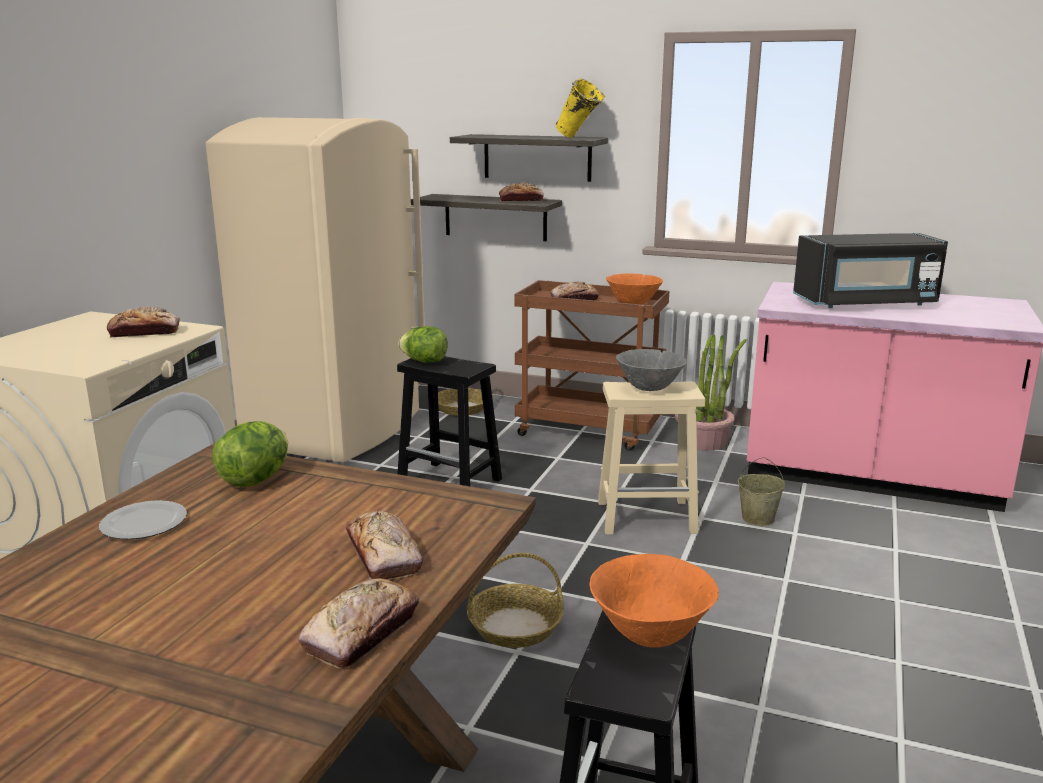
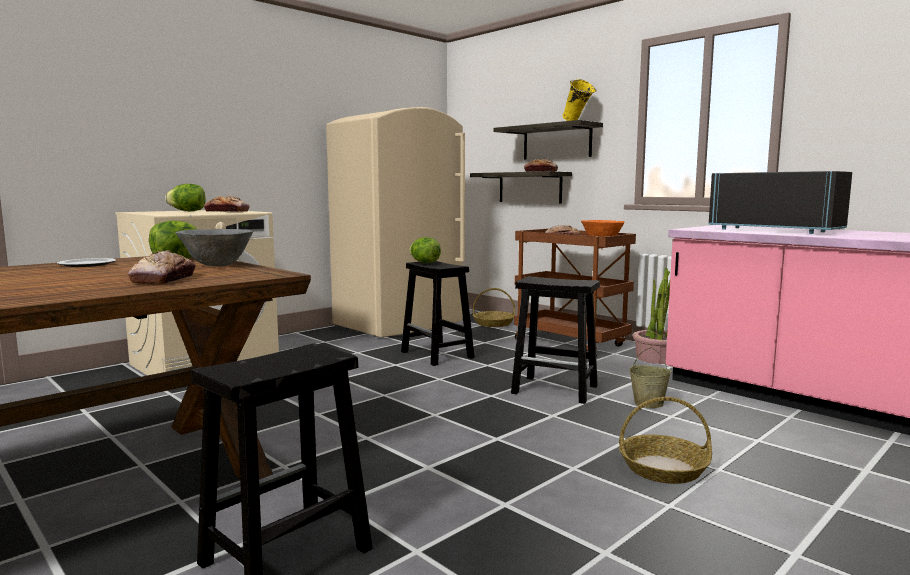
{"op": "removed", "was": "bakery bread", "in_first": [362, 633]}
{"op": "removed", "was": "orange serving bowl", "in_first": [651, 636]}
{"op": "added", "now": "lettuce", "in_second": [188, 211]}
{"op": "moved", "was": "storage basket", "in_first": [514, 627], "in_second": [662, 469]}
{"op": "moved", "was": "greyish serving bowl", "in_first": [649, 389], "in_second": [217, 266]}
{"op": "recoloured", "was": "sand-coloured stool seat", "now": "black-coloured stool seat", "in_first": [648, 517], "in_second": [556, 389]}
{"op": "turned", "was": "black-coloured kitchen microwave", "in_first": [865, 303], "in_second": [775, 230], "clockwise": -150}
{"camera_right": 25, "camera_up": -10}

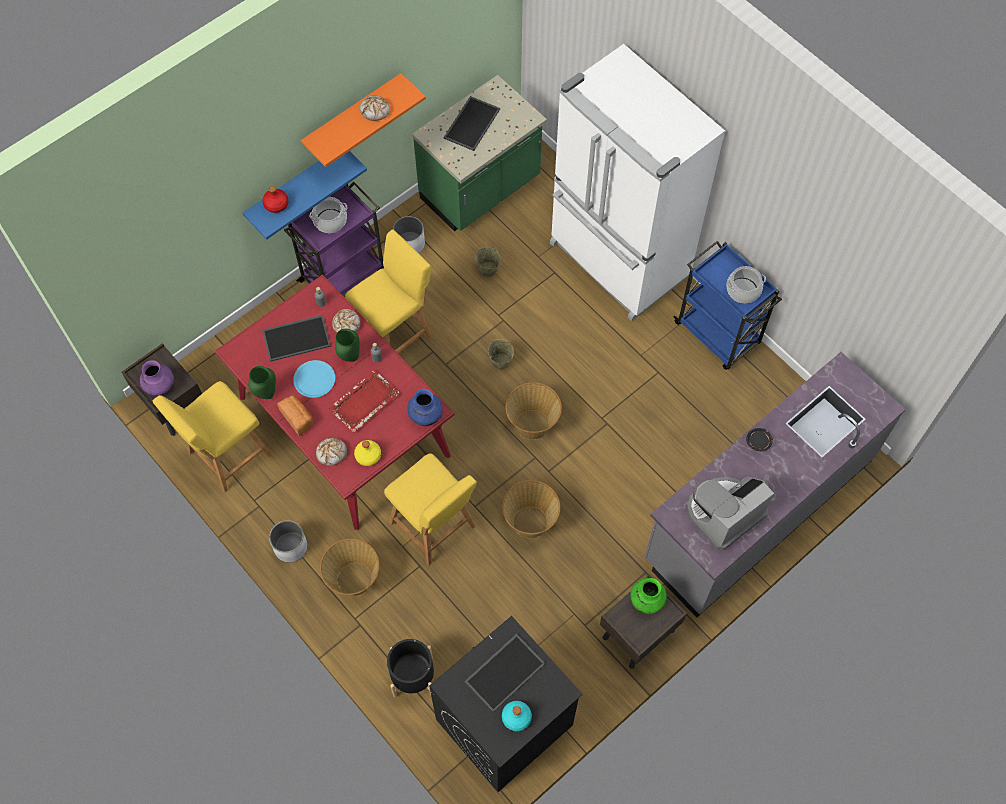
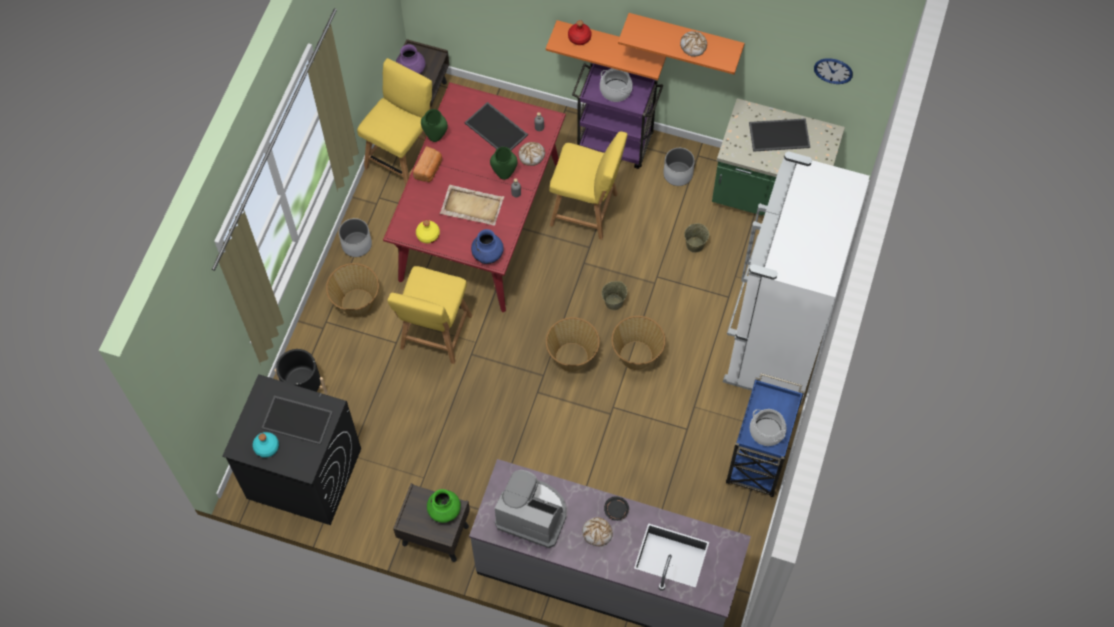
{"op": "removed", "was": "blue-coloured flat dish", "in_first": [314, 379]}
{"op": "added", "now": "clock on the wall", "in_second": [833, 70]}
{"op": "moved", "was": "bakery bread", "in_first": [331, 453], "in_second": [597, 533]}
{"op": "moved", "was": "storage basket", "in_first": [530, 521], "in_second": [637, 355]}
{"op": "recoloured", "was": "blue-coloured shelf", "now": "orange shelf", "in_first": [295, 187], "in_second": [611, 43]}
{"op": "recoloured", "was": "reddish tray", "now": "sand-coloured tray", "in_first": [364, 402], "in_second": [471, 206]}
{"op": "turned", "was": "yellowish chair", "in_first": [226, 456], "in_second": [403, 157], "clockwise": 105}
{"camera_right": 60, "camera_up": 0}

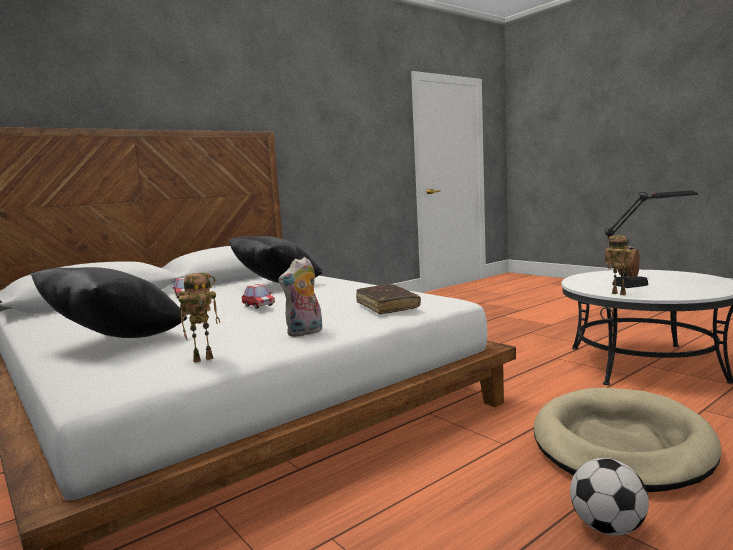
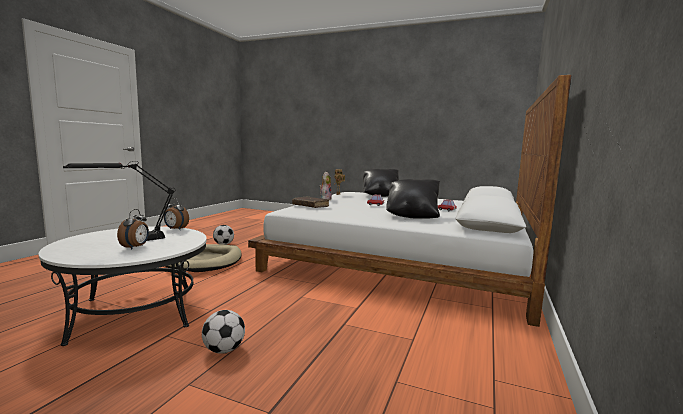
{"op": "added", "now": "ball for football", "in_second": [224, 350]}
{"op": "replaced", "was": "model robot", "now": "bedside clock", "in_first": [617, 294], "in_second": [175, 229]}
{"camera_right": 150, "camera_up": 0}

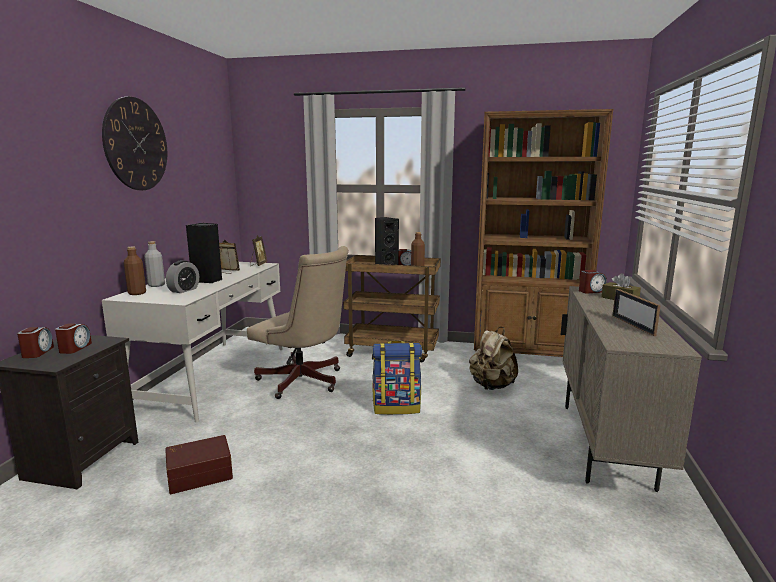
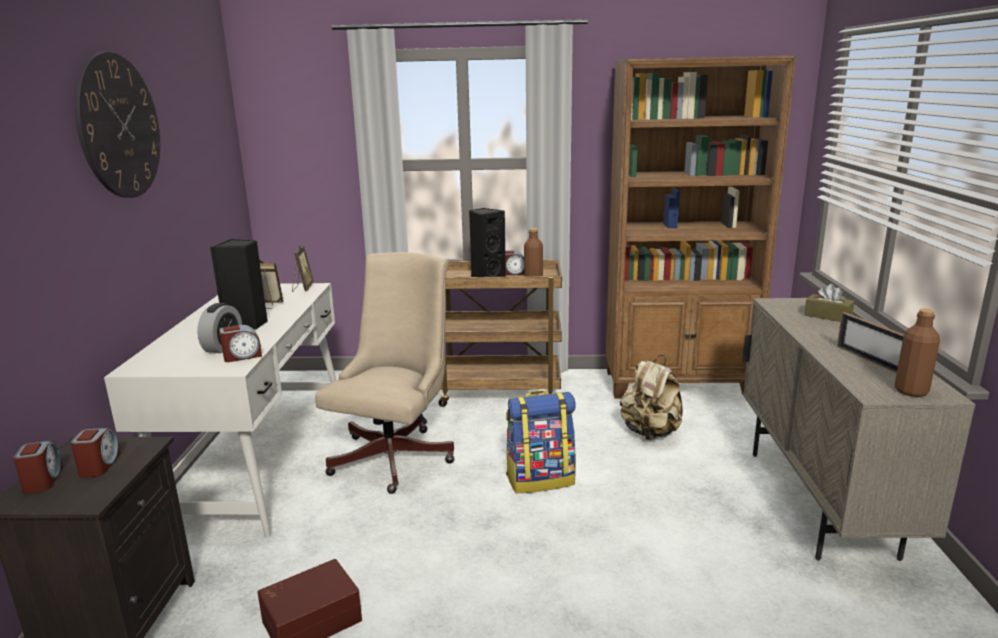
{"op": "removed", "was": "greyish beverage bottle", "in_first": [156, 285]}
{"op": "moved", "was": "brown-coloured beverage bottle", "in_first": [137, 293], "in_second": [911, 391]}
{"op": "moved", "was": "bedside clock", "in_first": [591, 291], "in_second": [242, 356]}
{"op": "turned", "was": "sand-coloured desk chair", "in_first": [304, 382], "in_second": [397, 455], "clockwise": -90}
{"camera_right": -10, "camera_up": 5}

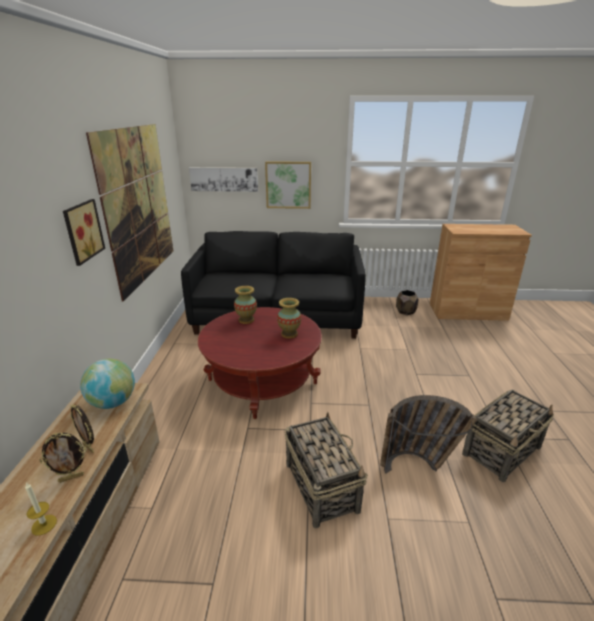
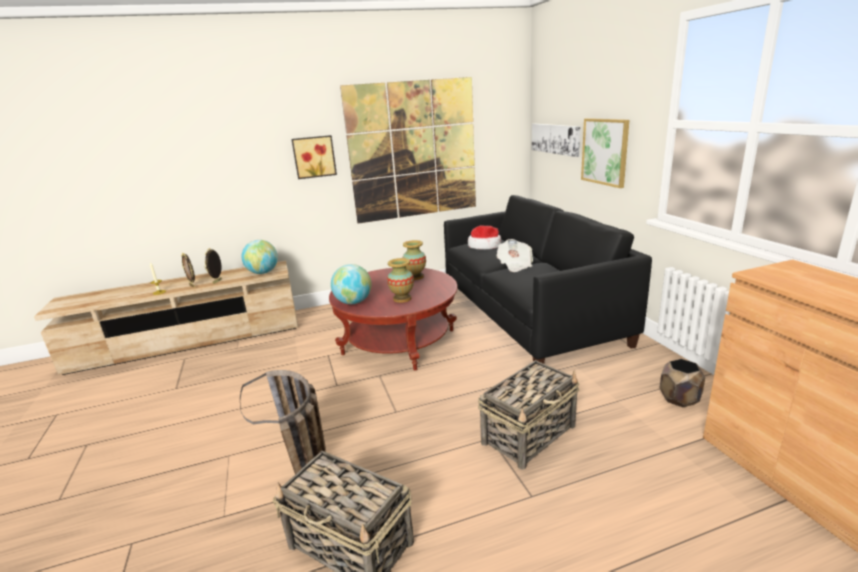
{"op": "added", "now": "desk globe", "in_second": [353, 302]}
{"op": "added", "now": "wearable hat", "in_second": [484, 246]}
{"op": "added", "now": "printed paper", "in_second": [514, 265]}
{"op": "moved", "was": "storage basket", "in_first": [321, 486], "in_second": [529, 434]}
{"camera_right": 70, "camera_up": -5}

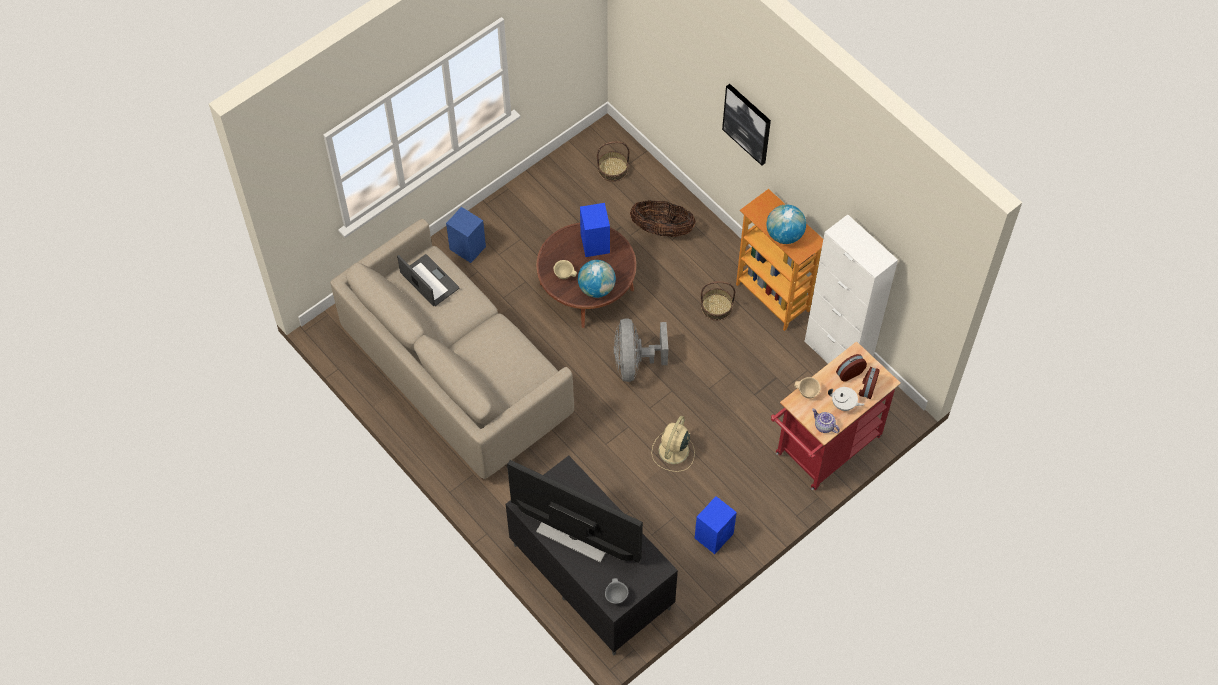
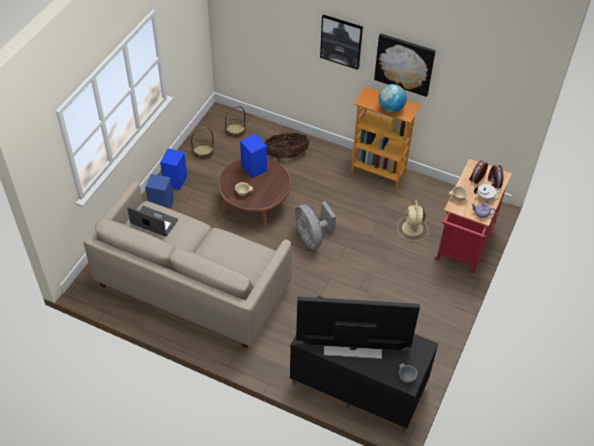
{"op": "removed", "was": "desk globe", "in_first": [596, 288]}
{"op": "removed", "was": "white cupboard", "in_first": [837, 354]}
{"op": "added", "now": "wall picture", "in_second": [404, 64]}
{"op": "moved", "was": "sand-coloured electric fan", "in_first": [673, 451], "in_second": [412, 229]}
{"op": "moved", "was": "blue-coloured loudspeaker", "in_first": [714, 535], "in_second": [175, 180]}
{"op": "moved", "was": "storage basket", "in_first": [716, 307], "in_second": [203, 152]}
{"camera_right": -25, "camera_up": -10}

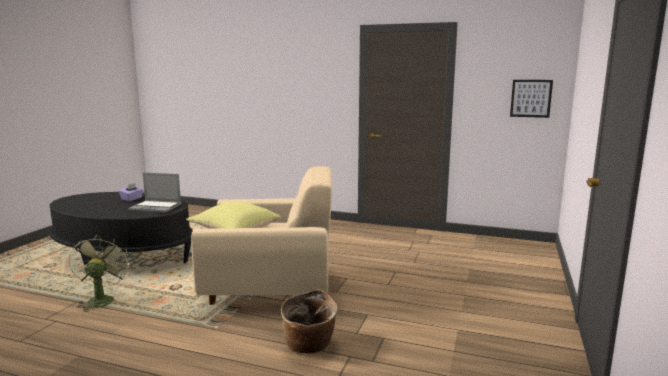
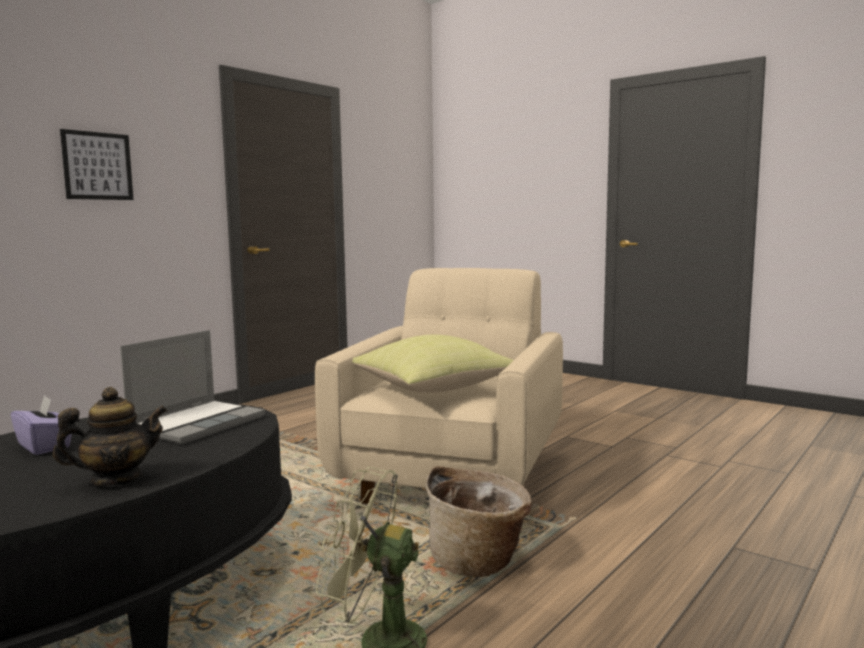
{"op": "added", "now": "tea pot", "in_second": [116, 480]}
{"op": "moved", "was": "storage basket", "in_first": [309, 346], "in_second": [478, 561]}
{"op": "moved", "was": "wall picture", "in_first": [531, 98], "in_second": [97, 166]}
{"camera_right": -70, "camera_up": -5}

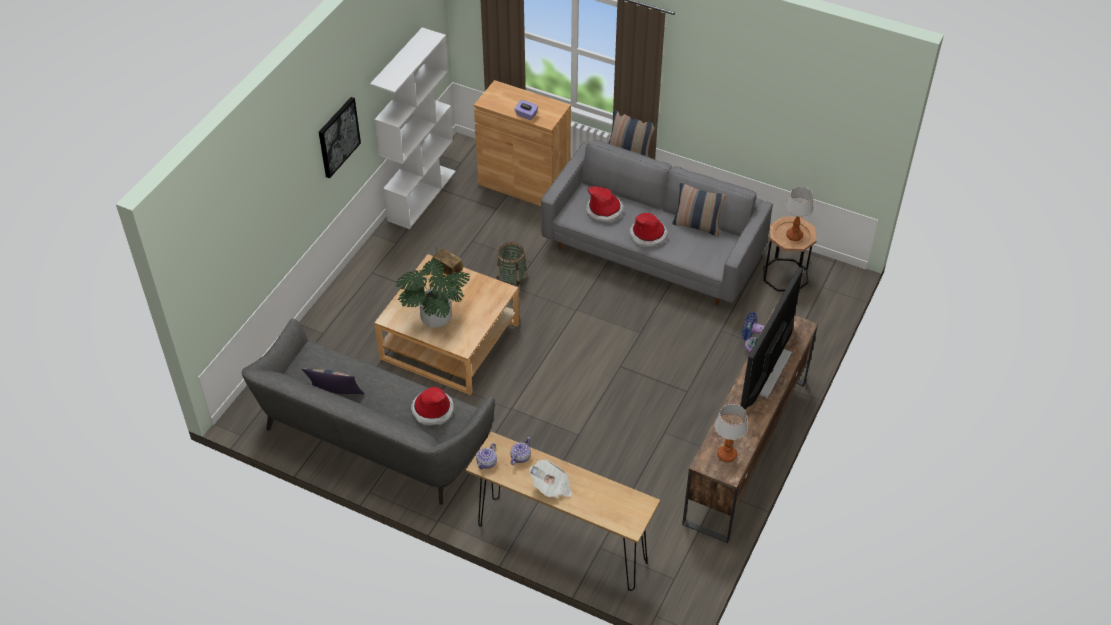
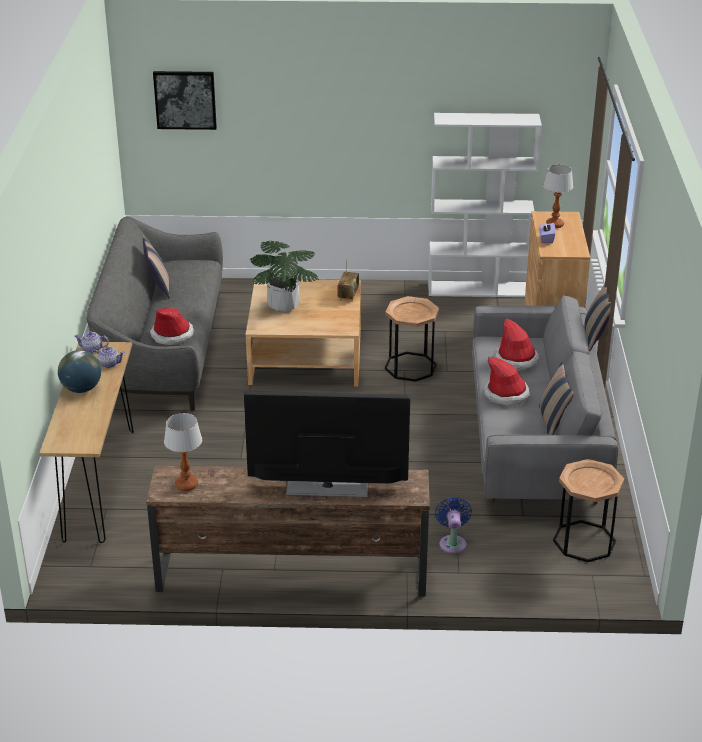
{"op": "moved", "was": "wall picture", "in_first": [338, 137], "in_second": [185, 99]}
{"op": "moved", "was": "table lamp", "in_first": [794, 236], "in_second": [554, 225]}
{"op": "replaced", "was": "storage basket", "now": "brown-coloured side table", "in_first": [511, 281], "in_second": [410, 367]}
{"op": "replaced", "was": "printed paper", "now": "desk globe", "in_first": [551, 487], "in_second": [82, 389]}
{"camera_right": 65, "camera_up": -15}

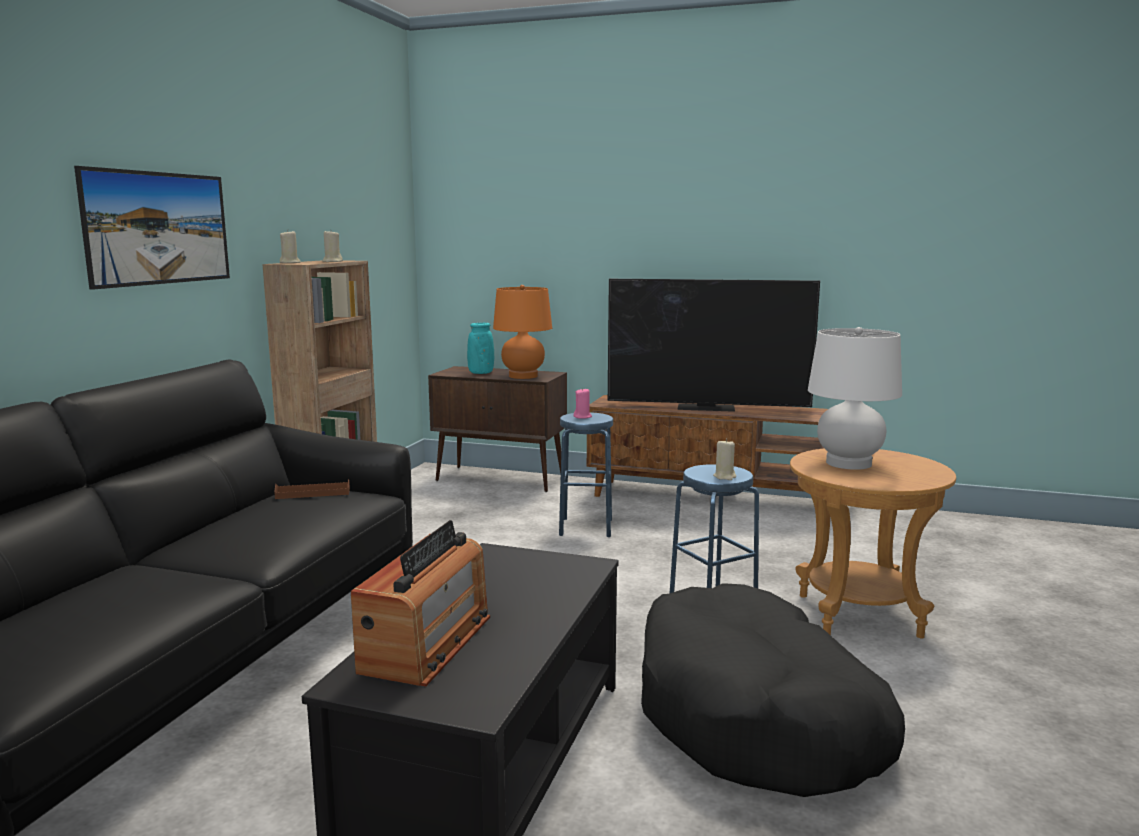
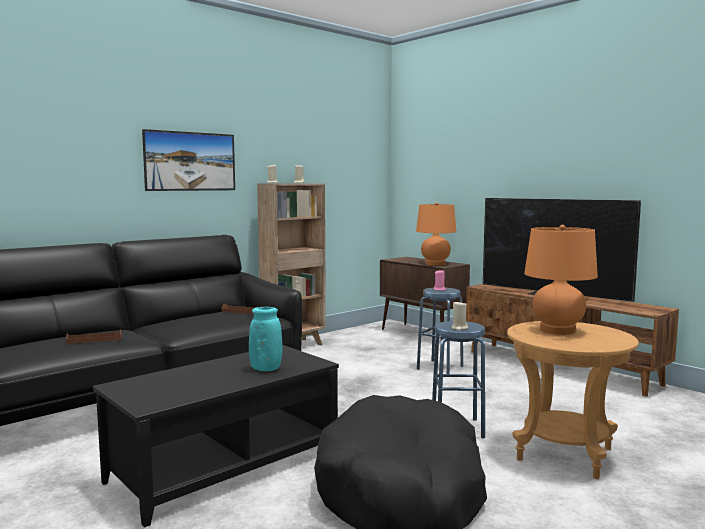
{"op": "removed", "was": "radio", "in_first": [427, 643]}
{"op": "added", "now": "brown-coloured tray", "in_second": [94, 339]}
{"op": "moved", "was": "turquoise decorative vase", "in_first": [481, 373], "in_second": [266, 369]}
{"op": "recoloured", "was": "white table lamp", "now": "orange table lamp", "in_first": [848, 463], "in_second": [557, 330]}
{"camera_right": 30, "camera_up": -5}

